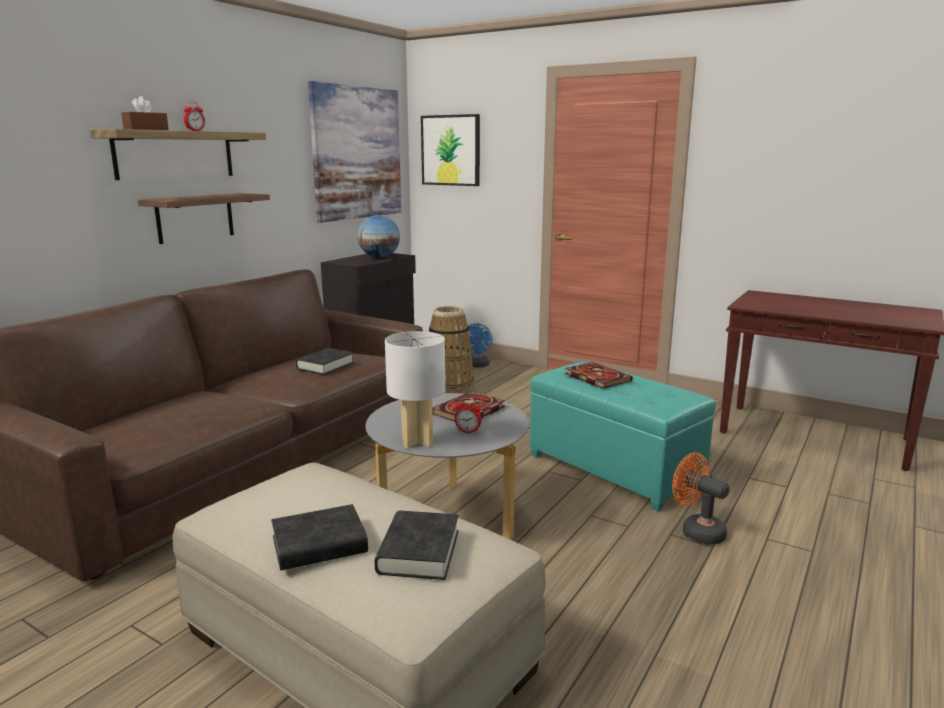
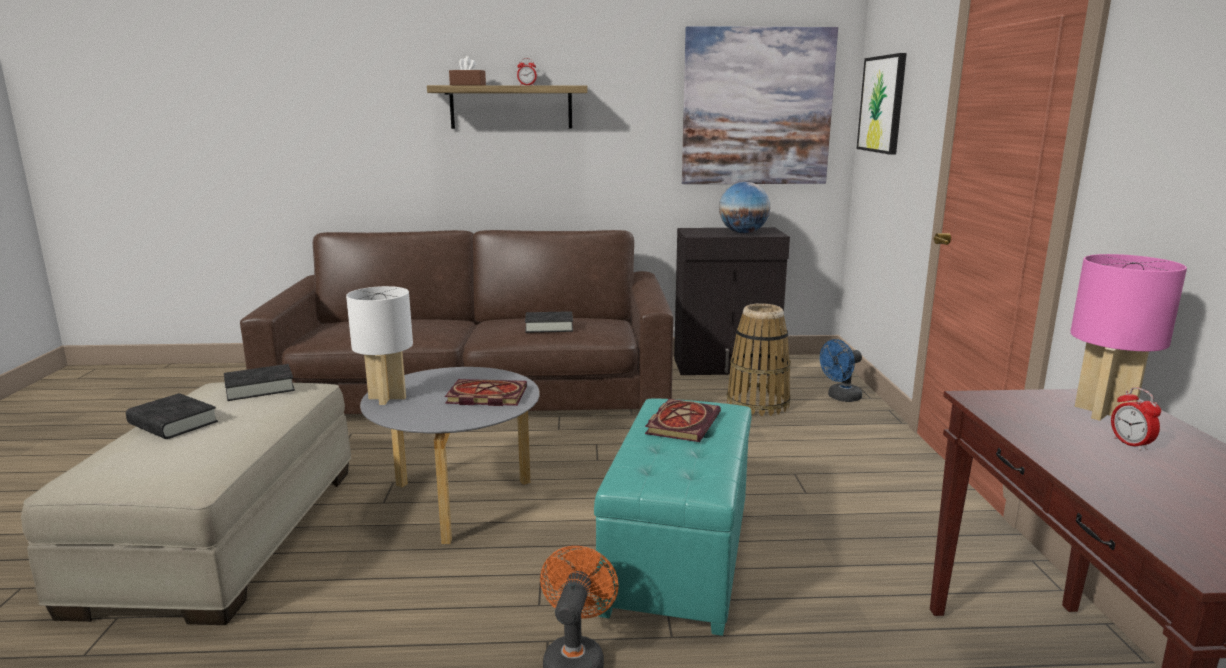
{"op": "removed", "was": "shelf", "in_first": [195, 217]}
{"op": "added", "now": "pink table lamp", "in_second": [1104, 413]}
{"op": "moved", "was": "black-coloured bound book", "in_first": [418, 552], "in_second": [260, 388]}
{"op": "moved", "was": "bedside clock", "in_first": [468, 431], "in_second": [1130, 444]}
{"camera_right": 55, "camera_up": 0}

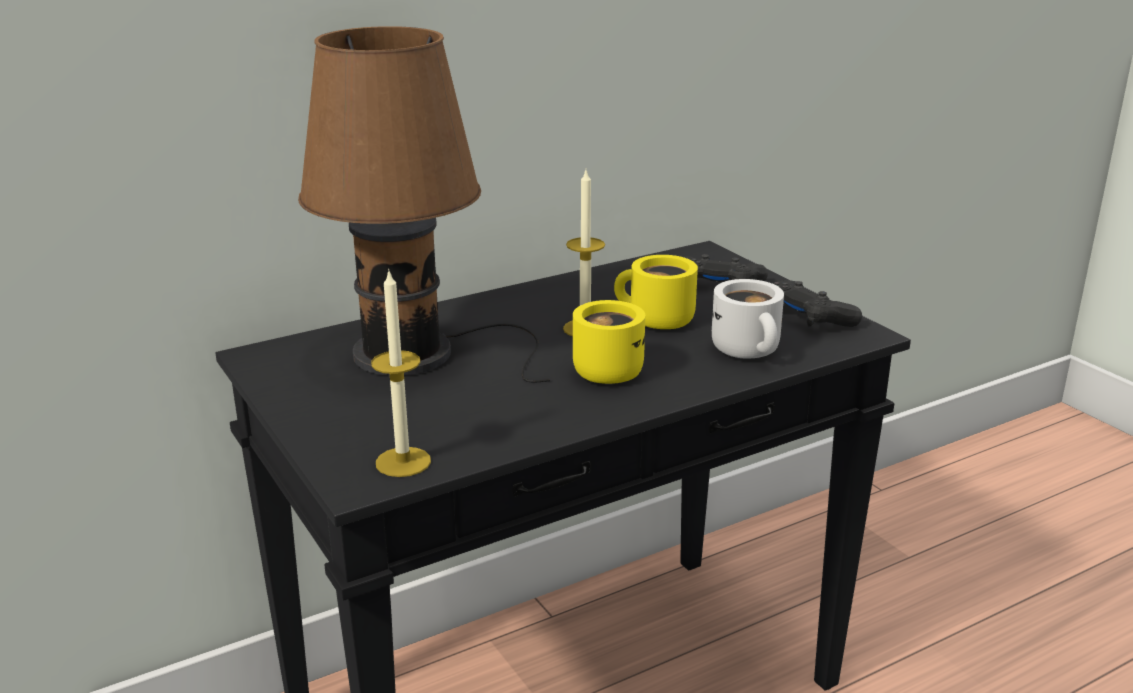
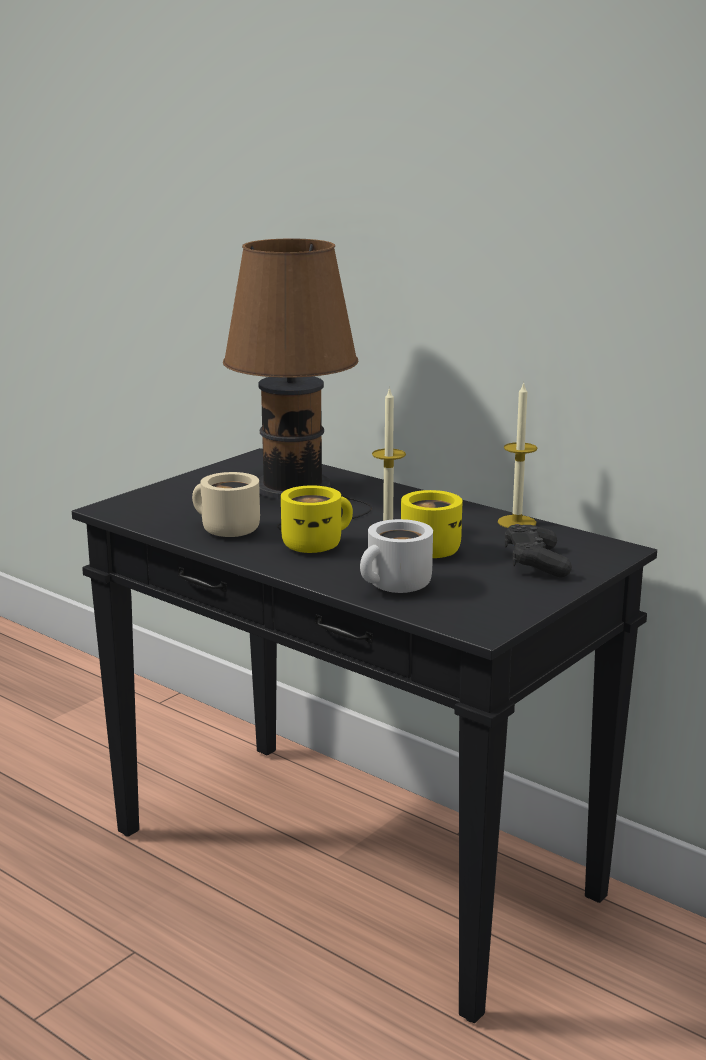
{"op": "removed", "was": "black-coloured game controller", "in_first": [808, 317]}
{"op": "added", "now": "sand-coloured mug", "in_second": [225, 530]}
{"op": "moved", "was": "wax candle", "in_first": [403, 462], "in_second": [517, 522]}
{"camera_right": 70, "camera_up": -5}

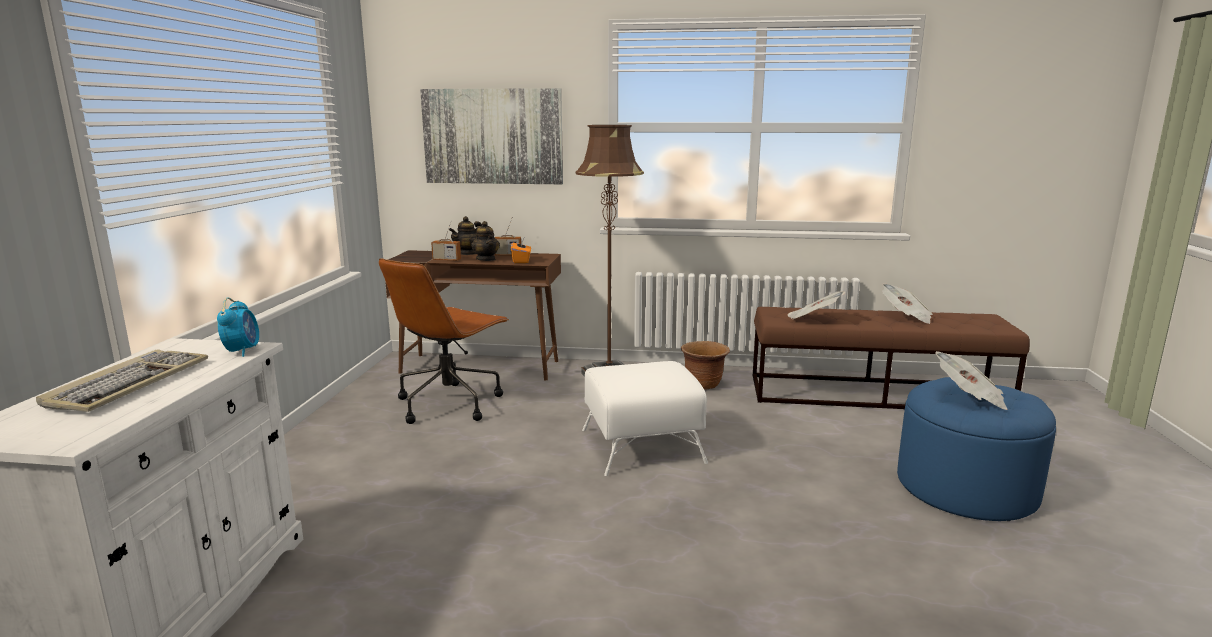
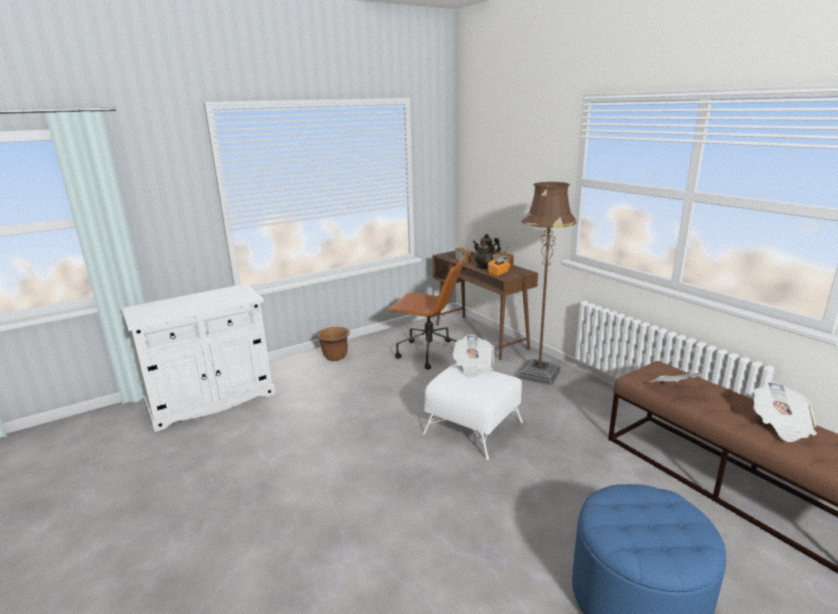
{"op": "removed", "was": "PC keyboard", "in_first": [129, 384]}
{"op": "removed", "was": "bedside clock", "in_first": [242, 351]}
{"op": "removed", "was": "wall picture", "in_first": [493, 136]}
{"op": "moved", "was": "brown-coloured flower pot", "in_first": [704, 384], "in_second": [335, 357]}
{"op": "moved", "was": "printed paper", "in_first": [969, 398], "in_second": [473, 367]}
{"op": "turned", "was": "brown-coloured desk chair", "in_first": [450, 403], "in_second": [428, 353], "clockwise": -150}
{"camera_right": 50, "camera_up": 5}

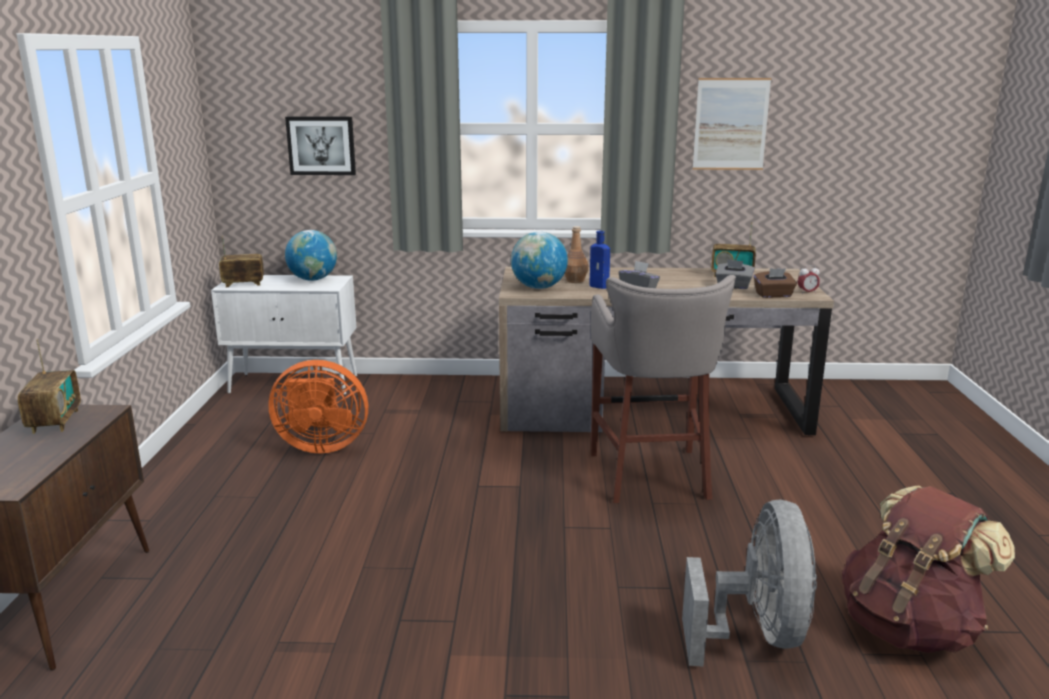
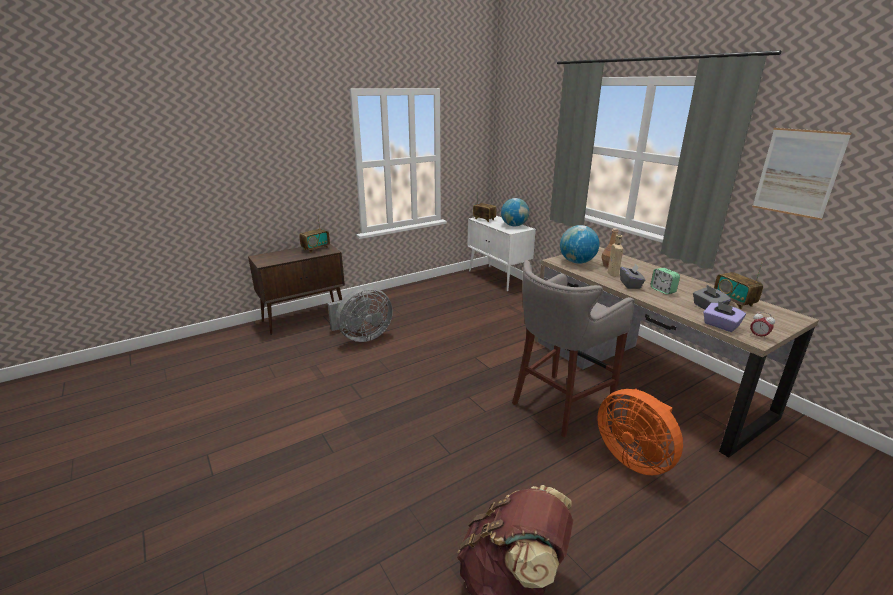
{"op": "removed", "was": "wall picture", "in_first": [321, 145]}
{"op": "added", "now": "bedside clock", "in_second": [663, 290]}
{"op": "moved", "was": "orange electric fan", "in_first": [321, 445], "in_second": [634, 457]}
{"op": "moved", "was": "greyish electric fan", "in_first": [756, 634], "in_second": [362, 337]}
{"op": "recoloured", "was": "blue-coloured beverage bottle", "now": "sand-coloured beverage bottle", "in_first": [600, 286], "in_second": [613, 274]}
{"op": "recoloured", "was": "brown-coloured box of tissues", "now": "purple-coloured box of tissues", "in_first": [773, 295], "in_second": [720, 325]}
{"camera_right": 55, "camera_up": 5}

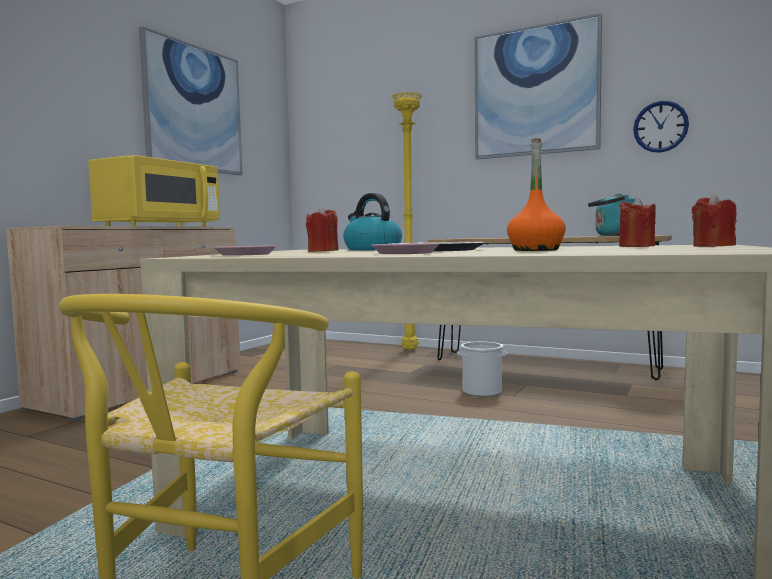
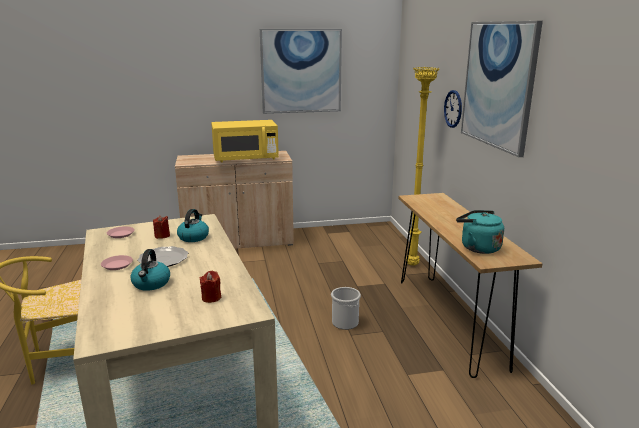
{"op": "removed", "was": "reddish wax candle", "in_first": [713, 246]}
{"op": "moved", "was": "clock on the wall", "in_first": [660, 127], "in_second": [453, 109]}
{"op": "replaced", "was": "orange beverage bottle", "now": "water kettle", "in_first": [535, 250], "in_second": [151, 284]}
{"camera_right": 50, "camera_up": 15}

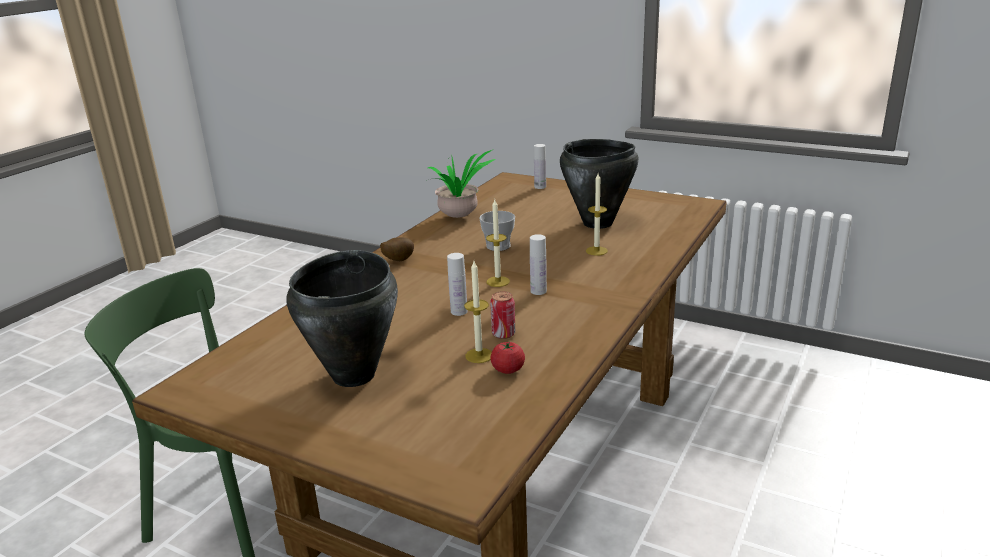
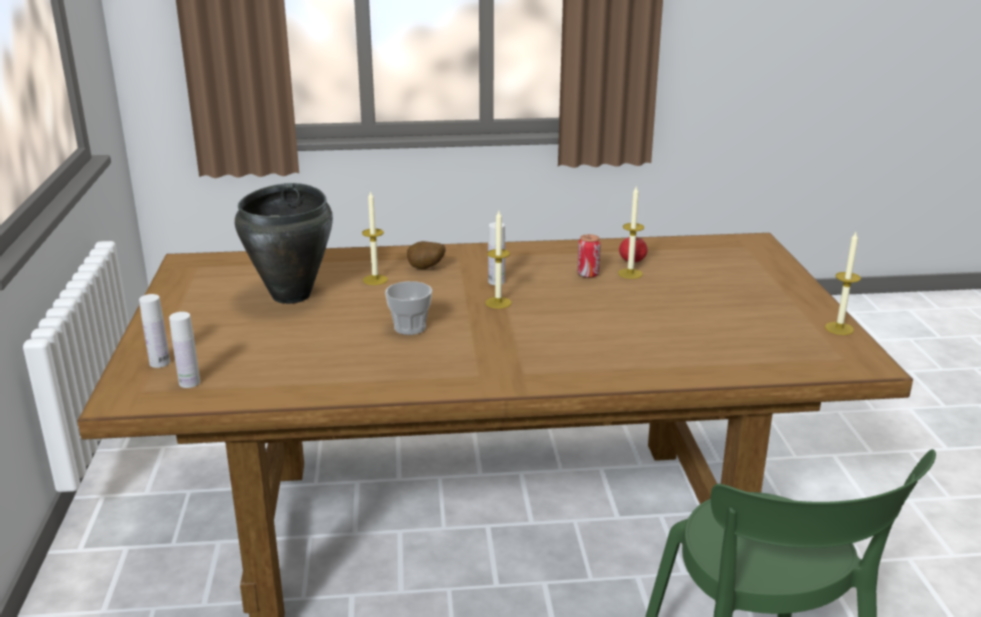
{"op": "removed", "was": "black-coloured saucepot", "in_first": [355, 375]}
{"op": "removed", "was": "houseplant", "in_first": [461, 218]}
{"op": "added", "now": "wax candle", "in_second": [839, 328]}
{"op": "moved", "was": "whole potato", "in_first": [397, 261], "in_second": [425, 269]}
{"op": "moved", "was": "white beverage bottle", "in_first": [459, 311], "in_second": [189, 383]}
{"camera_right": -125, "camera_up": 0}

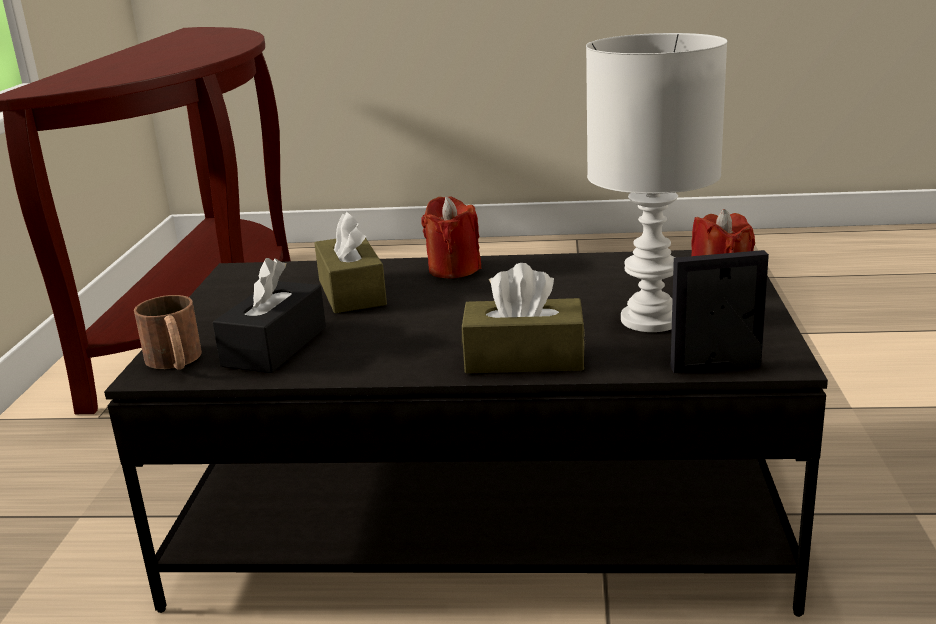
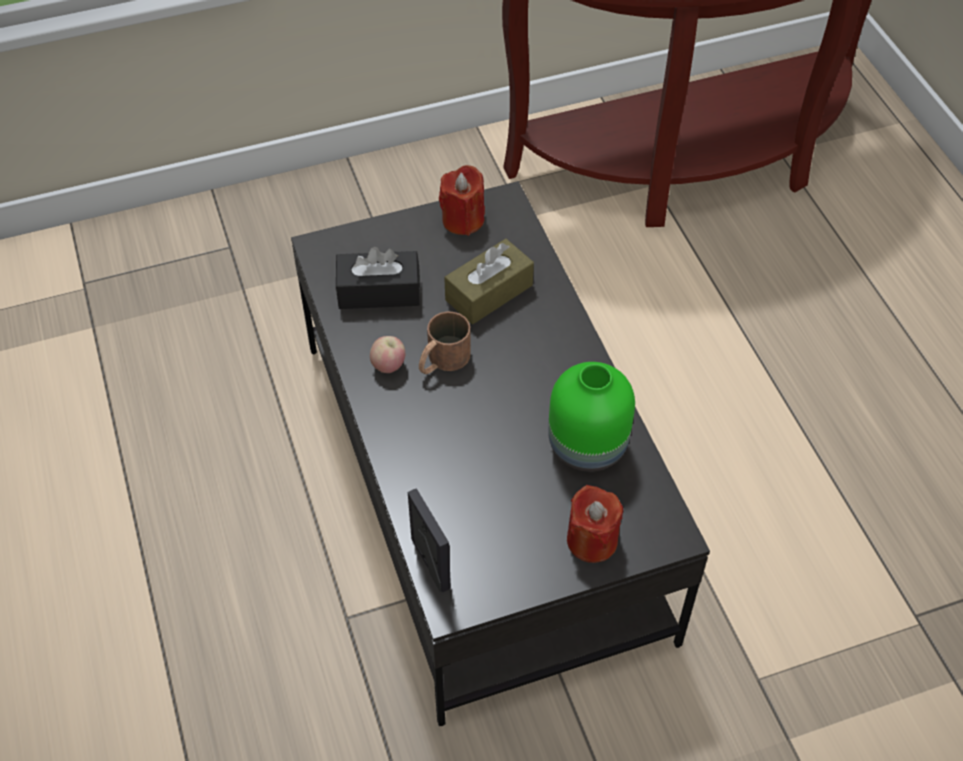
{"op": "removed", "was": "brown-coloured box of tissues", "in_first": [524, 358]}
{"op": "removed", "was": "white table lamp", "in_first": [648, 319]}
{"op": "added", "now": "apple fruit", "in_second": [388, 366]}
{"op": "added", "now": "green decorative vase", "in_second": [588, 444]}
{"op": "moved", "was": "brown-coloured mug", "in_first": [175, 362], "in_second": [442, 361]}
{"op": "moved", "was": "reddish wax candle", "in_first": [453, 269], "in_second": [463, 220]}
{"camera_right": 65, "camera_up": 30}

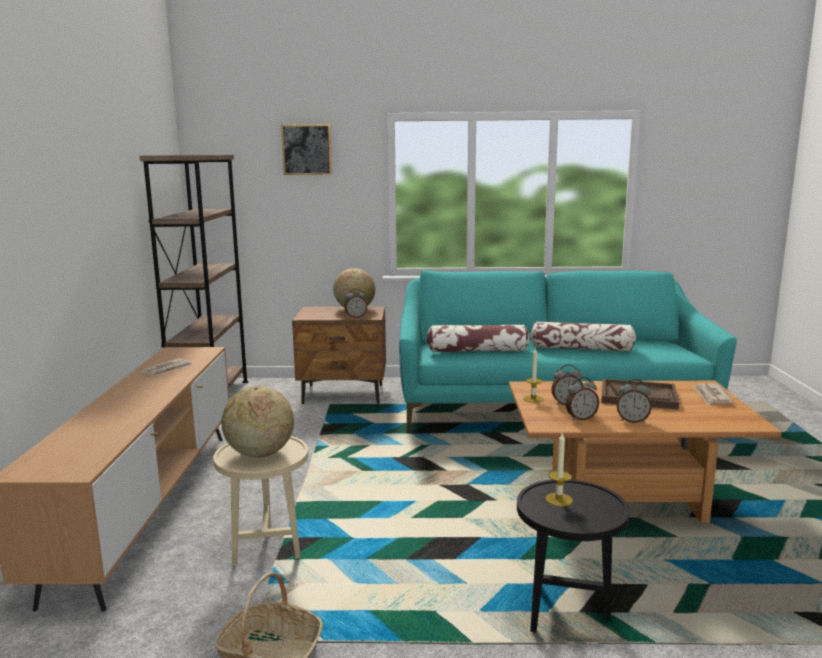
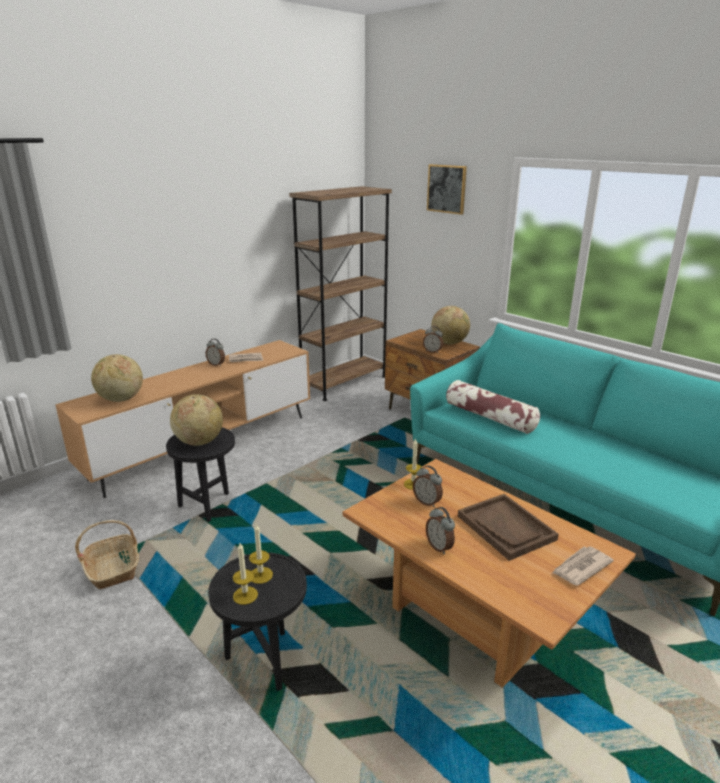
{"op": "removed", "was": "throw pillow", "in_first": [582, 349]}
{"op": "added", "now": "desk globe", "in_second": [121, 399]}
{"op": "added", "now": "wax candle", "in_second": [245, 595]}
{"op": "moved", "was": "bedside clock", "in_first": [580, 418], "in_second": [216, 364]}
{"op": "recoloured", "was": "sand-coloured side table", "now": "black-coloured side table", "in_first": [267, 547], "in_second": [208, 504]}
{"camera_right": 45, "camera_up": 10}

